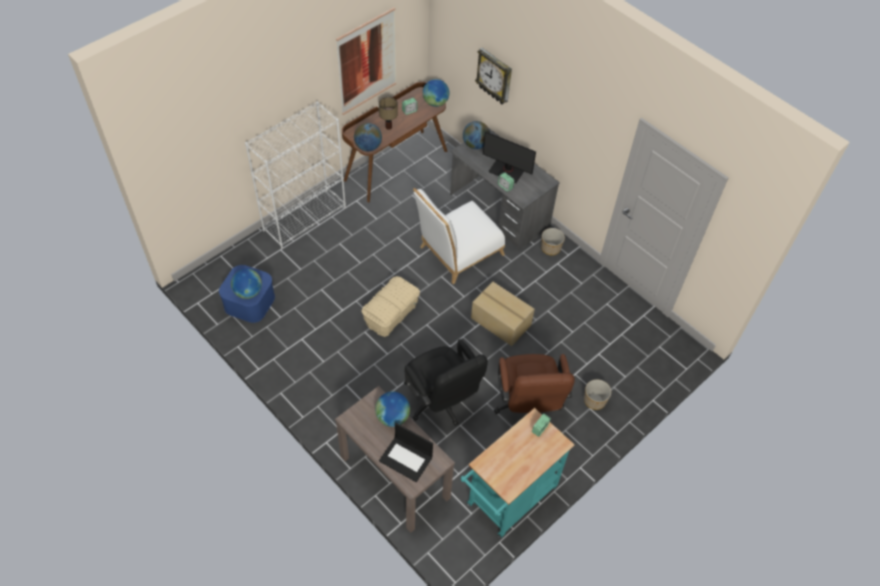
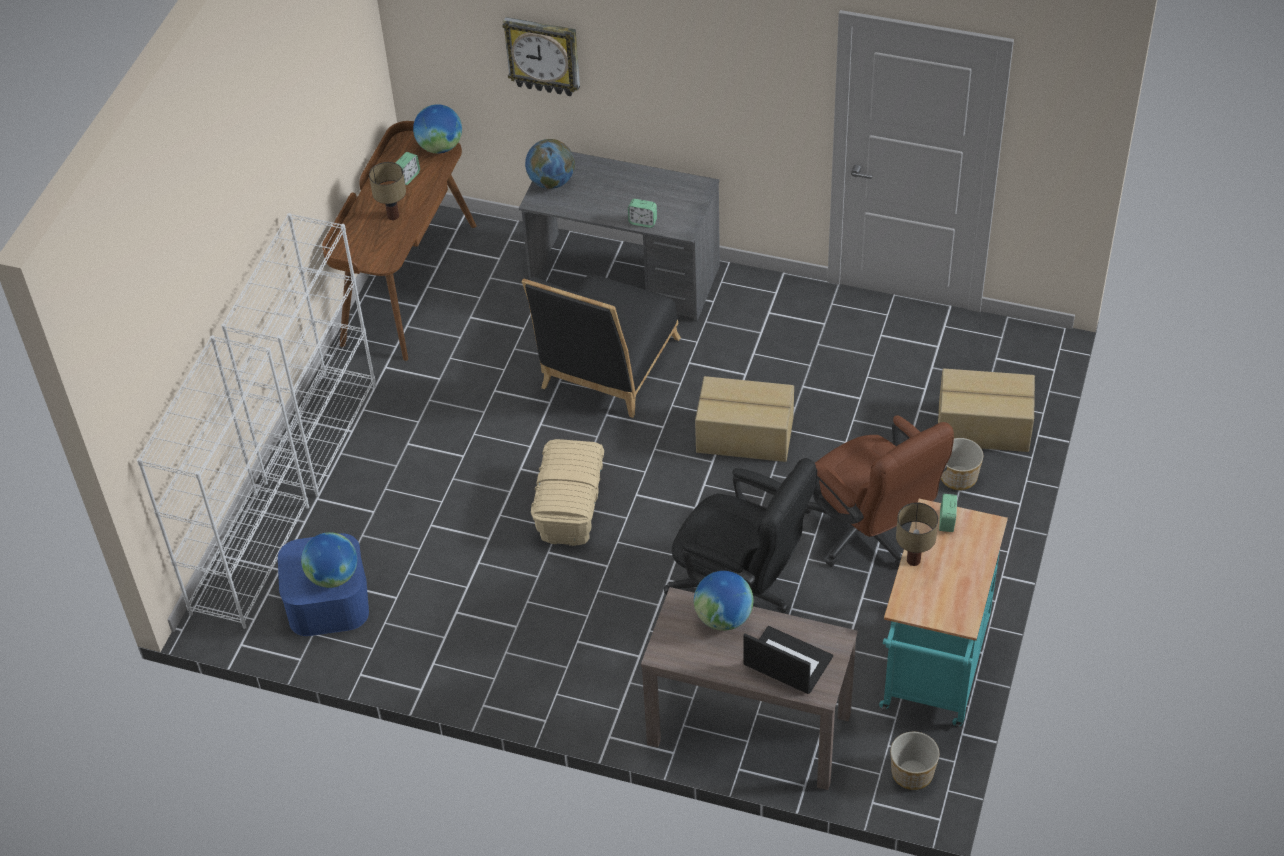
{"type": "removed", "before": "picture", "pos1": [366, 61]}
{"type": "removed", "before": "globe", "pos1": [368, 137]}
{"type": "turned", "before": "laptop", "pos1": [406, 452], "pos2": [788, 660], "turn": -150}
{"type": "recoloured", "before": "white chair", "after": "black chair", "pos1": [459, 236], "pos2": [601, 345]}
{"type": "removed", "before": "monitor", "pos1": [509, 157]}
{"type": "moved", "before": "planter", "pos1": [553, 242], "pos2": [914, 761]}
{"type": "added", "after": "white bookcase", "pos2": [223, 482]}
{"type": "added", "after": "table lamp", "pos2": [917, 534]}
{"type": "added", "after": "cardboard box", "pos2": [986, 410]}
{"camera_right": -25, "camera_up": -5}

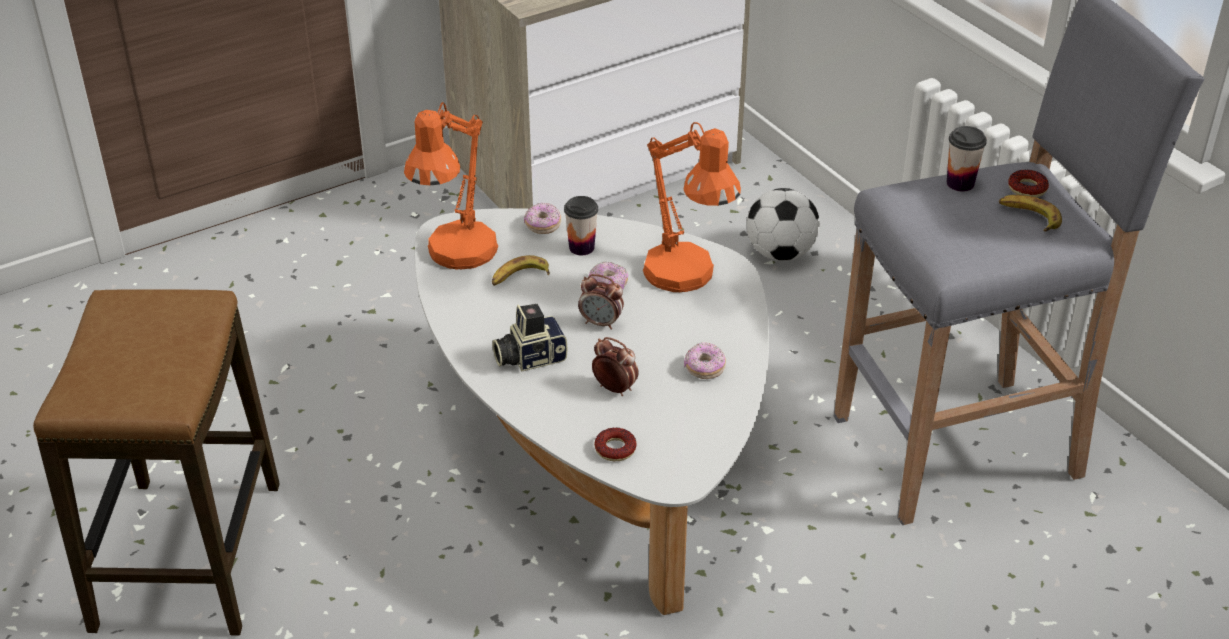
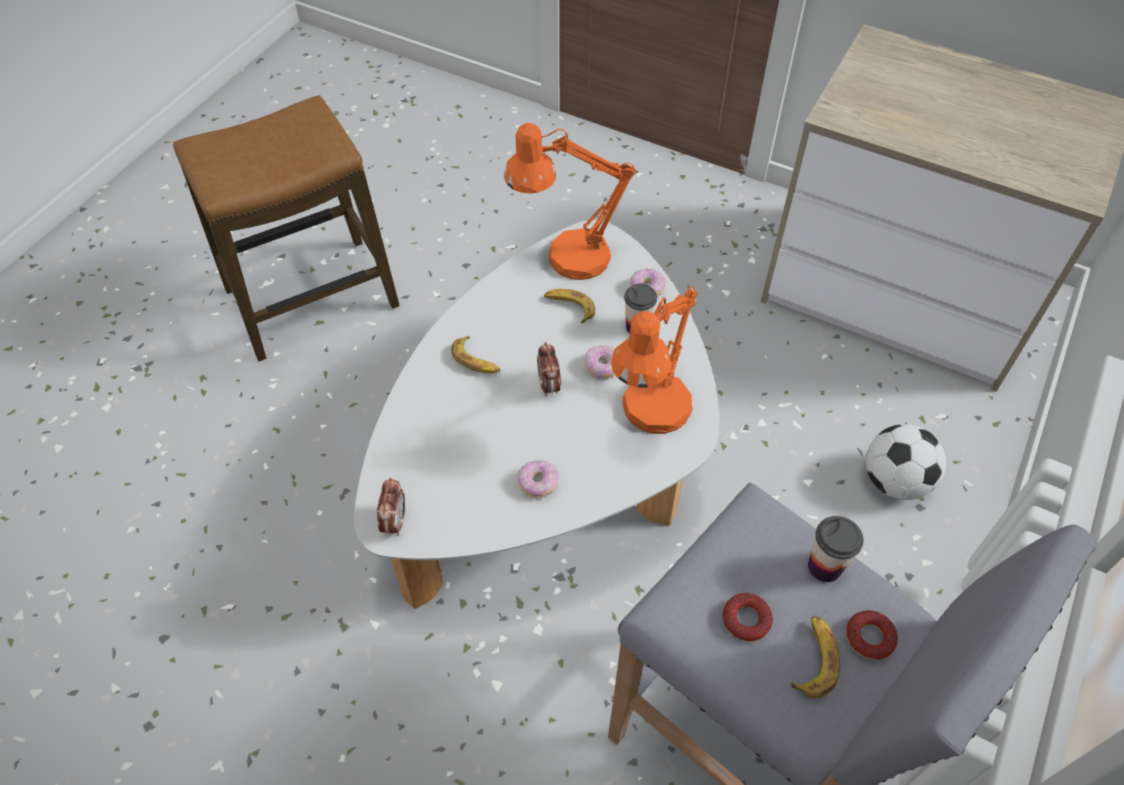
{"type": "replaced", "before": "photo camera", "after": "banana", "pos1": [530, 338], "pos2": [475, 354]}
{"type": "moved", "before": "alarm clock", "pos1": [615, 366], "pos2": [391, 507]}
{"type": "moved", "before": "donut", "pos1": [615, 444], "pos2": [747, 617]}
{"camera_right": 60, "camera_up": 15}

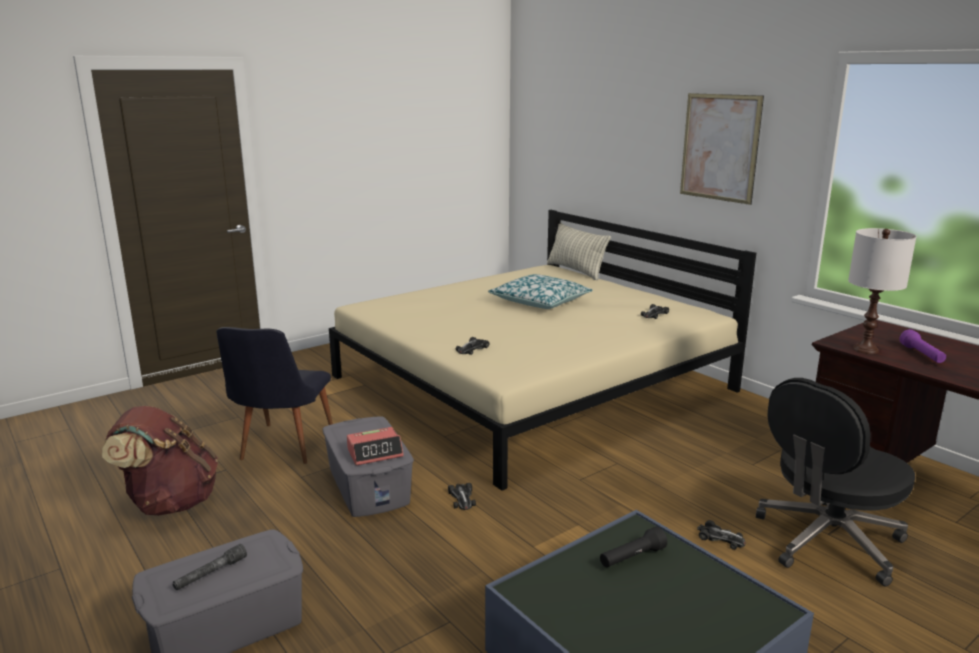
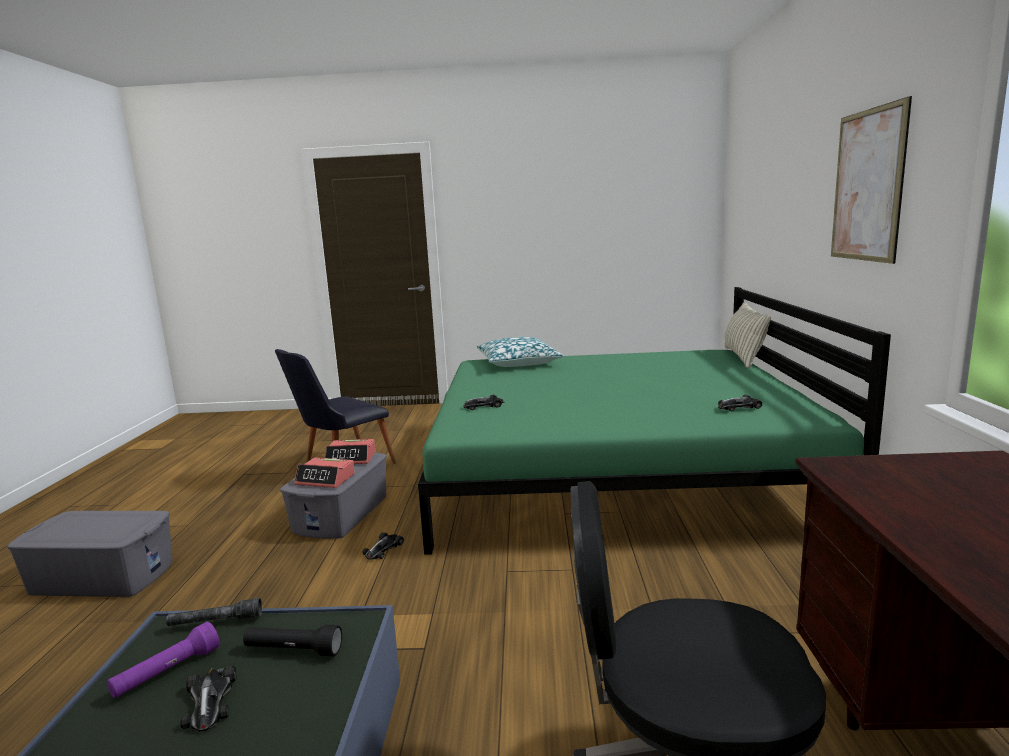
{"type": "removed", "before": "brown backpack", "pos1": [160, 461]}
{"type": "moved", "before": "grey flashlight", "pos1": [210, 567], "pos2": [214, 612]}
{"type": "recoloured", "before": "beige bed", "after": "green bed", "pos1": [542, 350], "pos2": [654, 421]}
{"type": "moved", "before": "pillow", "pos1": [540, 291], "pos2": [520, 352]}
{"type": "moved", "before": "toy car", "pos1": [721, 535], "pos2": [208, 698]}
{"type": "removed", "before": "white table lamp", "pos1": [882, 291]}
{"type": "moved", "before": "purple flashlight", "pos1": [923, 346], "pos2": [163, 660]}
{"type": "added", "after": "alarm clock", "pos2": [350, 451]}
{"camera_right": 40, "camera_up": -5}

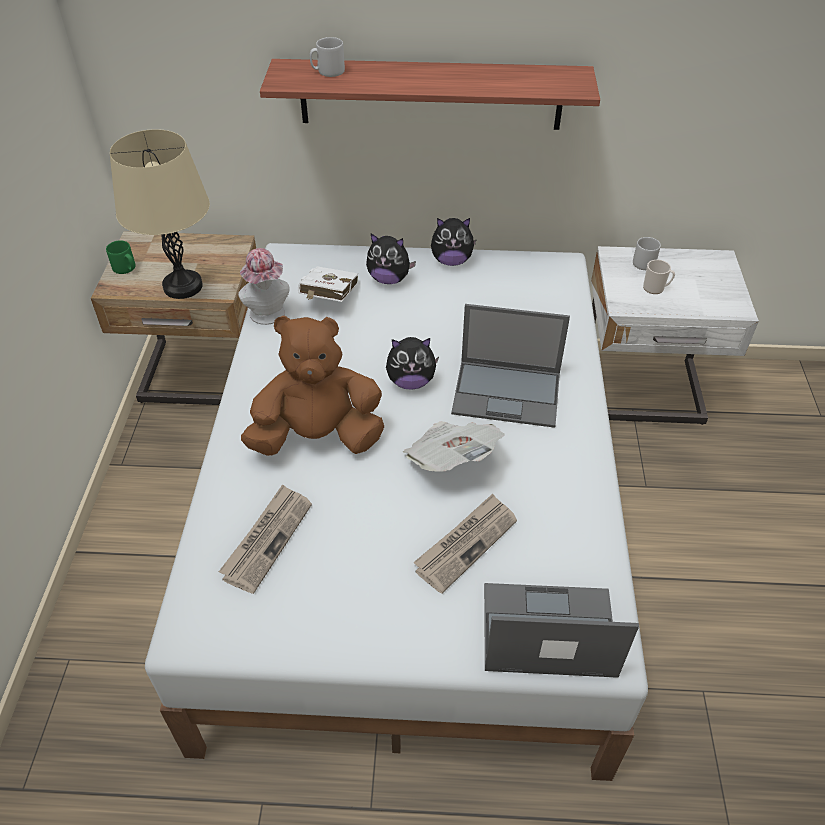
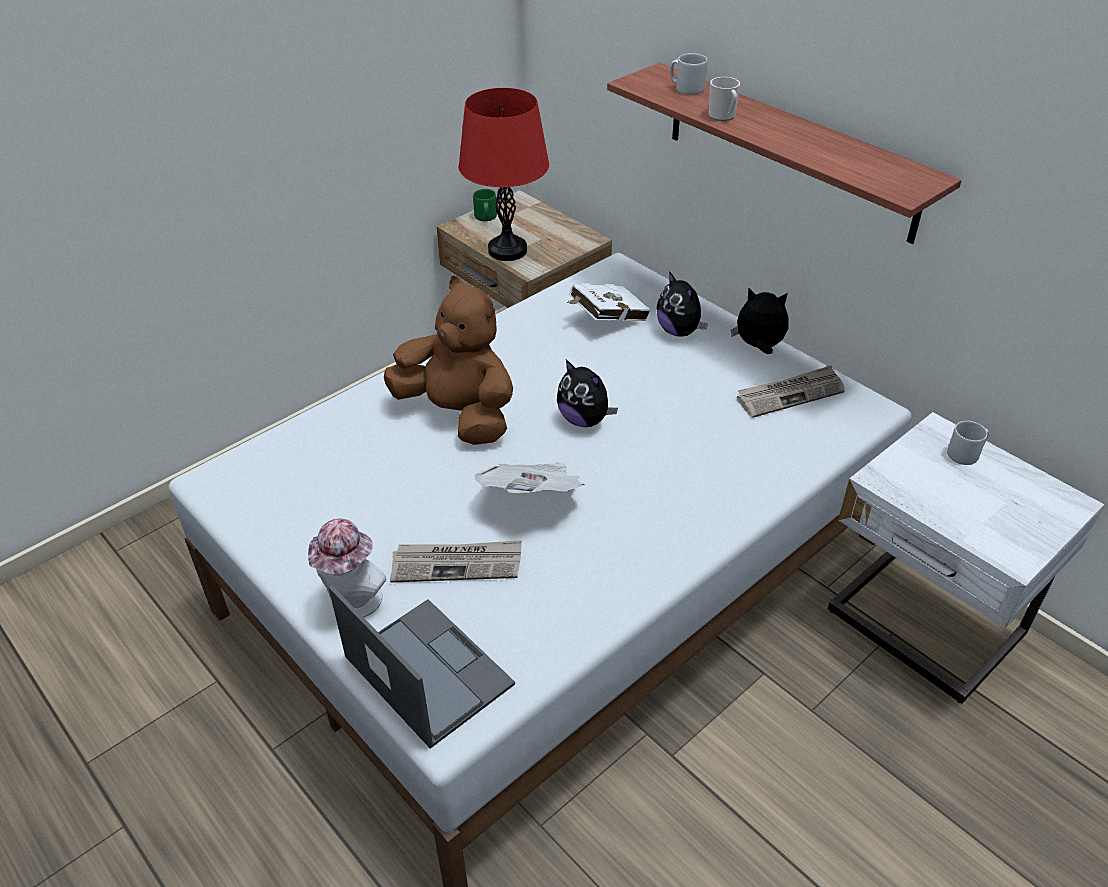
{"type": "recoloured", "before": "beige table lamp", "after": "red table lamp", "pos1": [160, 214], "pos2": [503, 174]}
{"type": "moved", "before": "newspaper", "pos1": [265, 539], "pos2": [791, 391]}
{"type": "moved", "before": "hat", "pos1": [264, 286], "pos2": [347, 568]}
{"type": "turned", "before": "plush toy", "pos1": [454, 242], "pos2": [759, 321], "turn": 150}
{"type": "removed", "before": "laptop", "pos1": [510, 366]}
{"type": "moved", "before": "mug", "pos1": [659, 277], "pos2": [724, 99]}
{"camera_right": 45, "camera_up": -5}

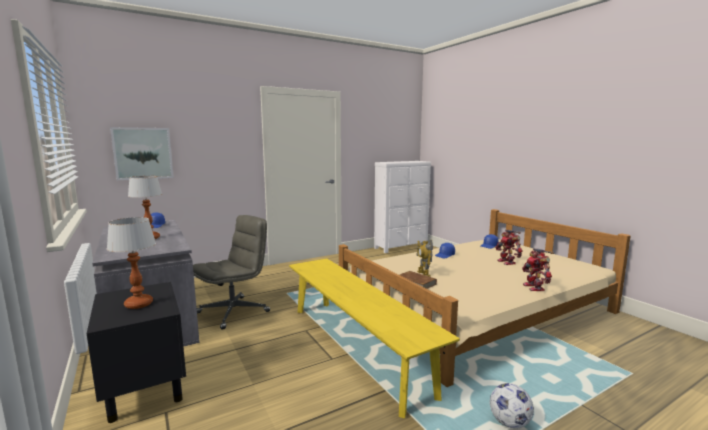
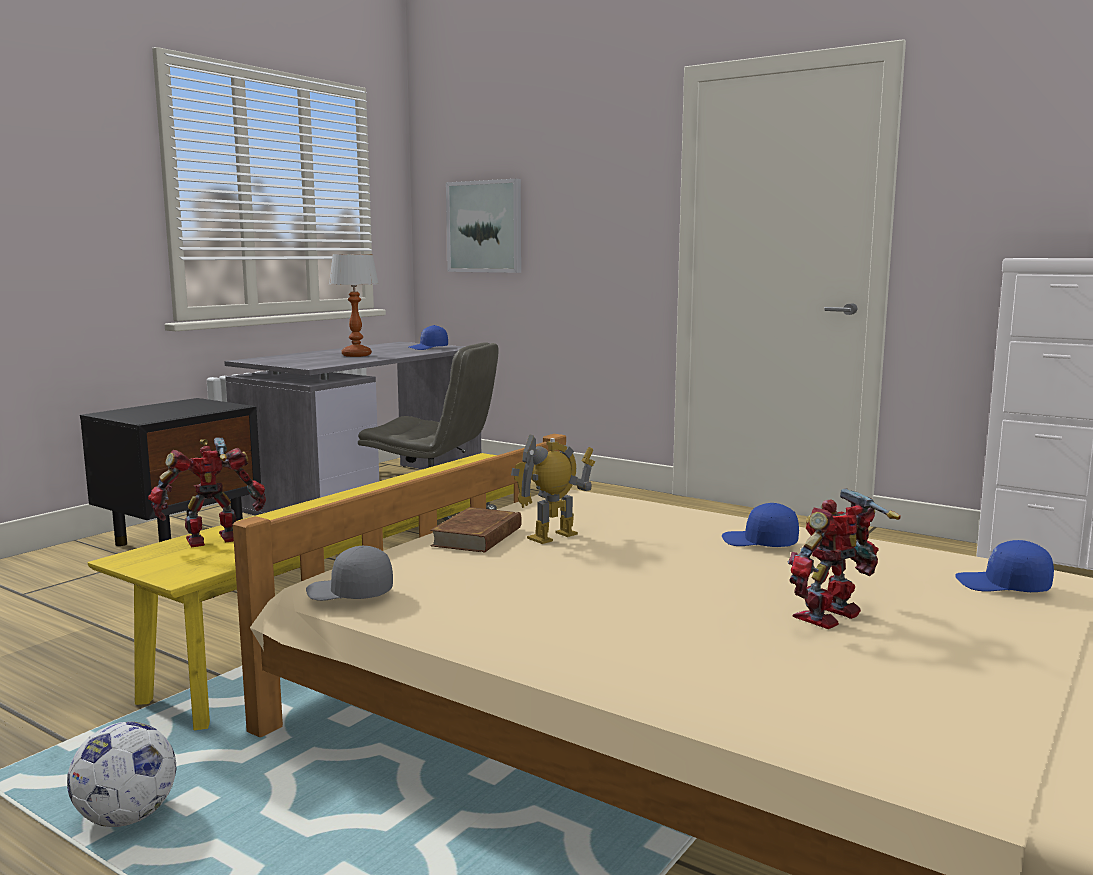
{"type": "removed", "before": "table lamp", "pos1": [131, 263]}
{"type": "moved", "before": "toy robot", "pos1": [538, 269], "pos2": [207, 493]}
{"type": "added", "after": "grey cap", "pos2": [349, 573]}
{"camera_right": 65, "camera_up": 0}

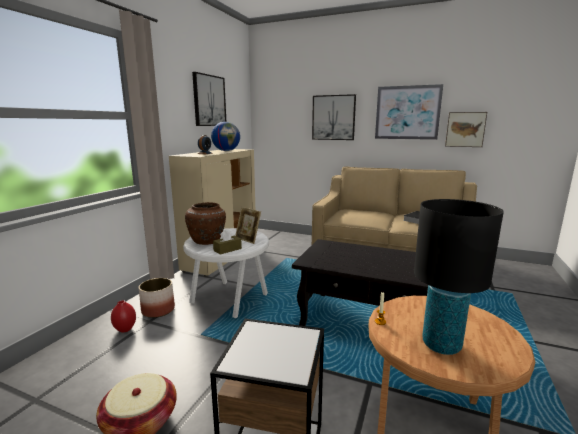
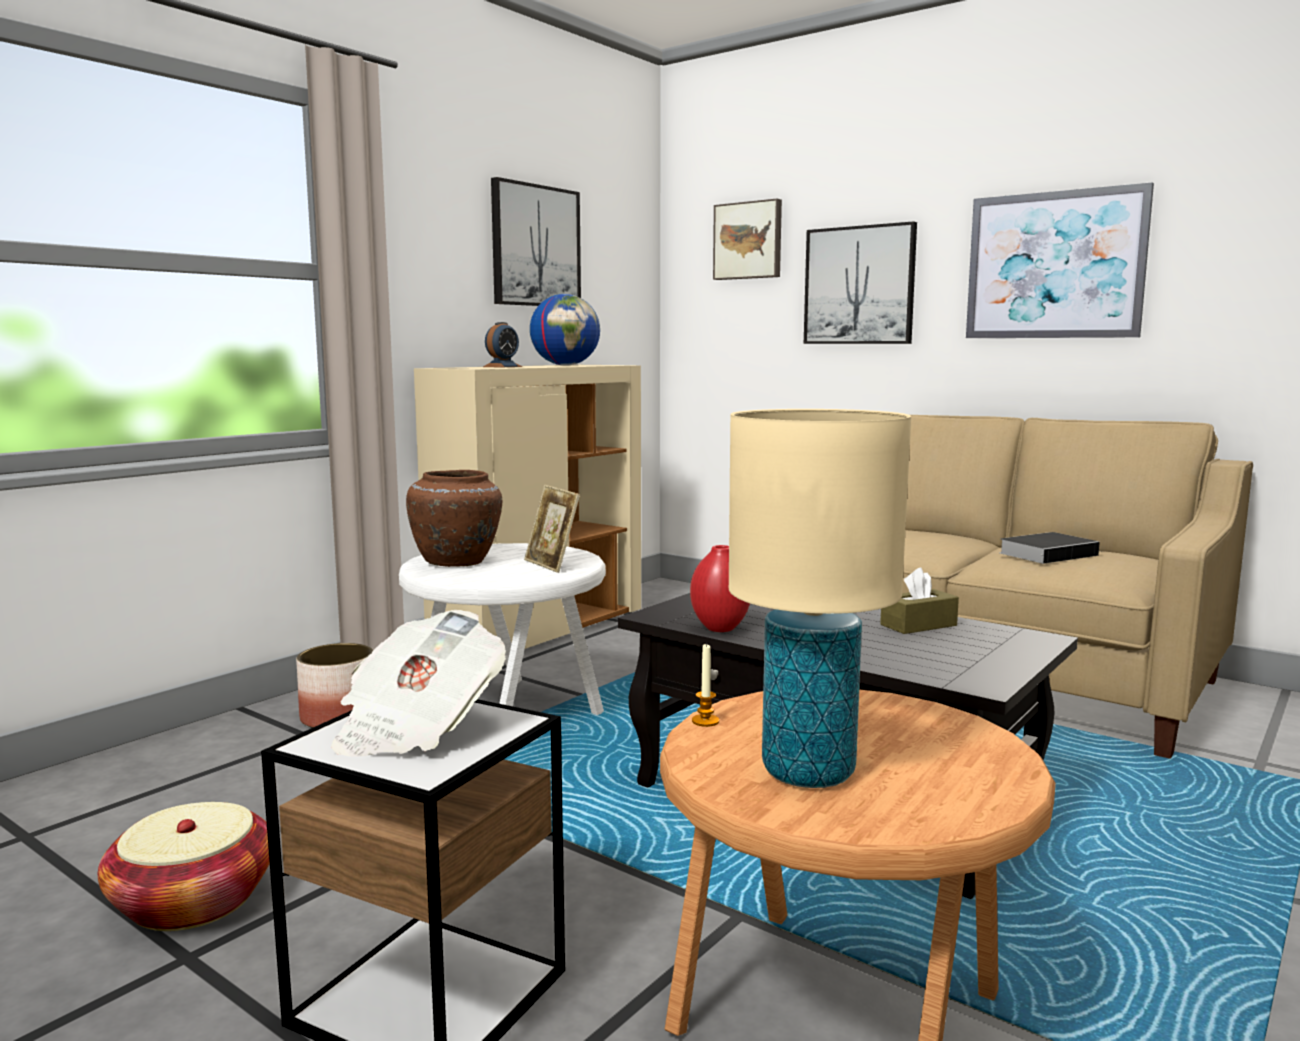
{"type": "moved", "before": "red vase", "pos1": [123, 316], "pos2": [720, 588]}
{"type": "moved", "before": "brown tissue box", "pos1": [227, 241], "pos2": [919, 601]}
{"type": "recoloured", "before": "black table lamp", "after": "beige table lamp", "pos1": [459, 277], "pos2": [820, 598]}
{"type": "moved", "before": "picture", "pos1": [466, 129], "pos2": [747, 239]}
{"type": "added", "after": "newspaper", "pos2": [418, 683]}
{"camera_right": 15, "camera_up": -5}

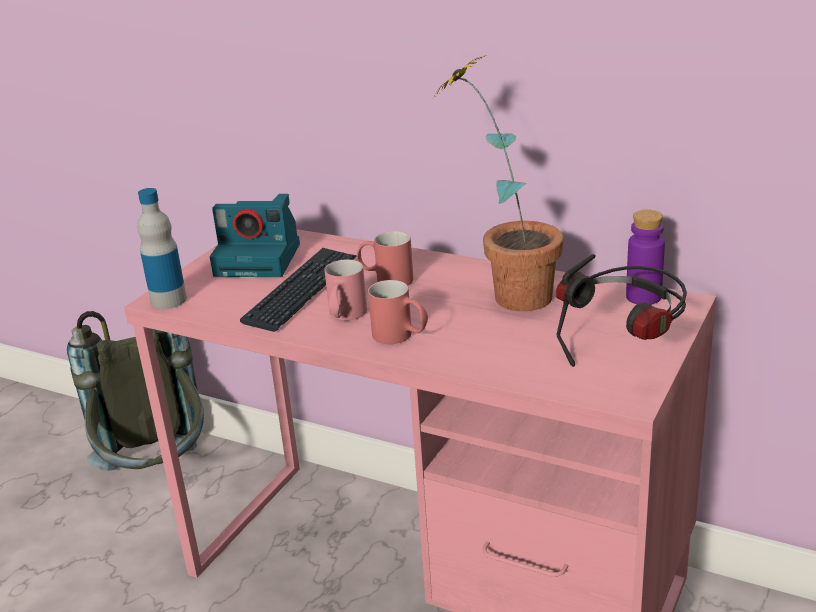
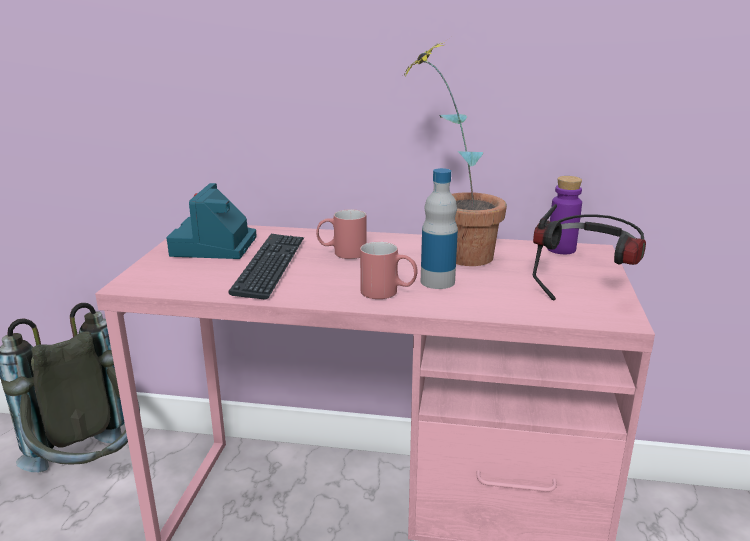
{"type": "moved", "before": "bottle", "pos1": [162, 248], "pos2": [439, 228]}
{"type": "turned", "before": "photo camera", "pos1": [255, 235], "pos2": [211, 221], "turn": 105}
{"type": "removed", "before": "pink mug", "pos1": [345, 290]}
{"camera_right": -20, "camera_up": -5}

